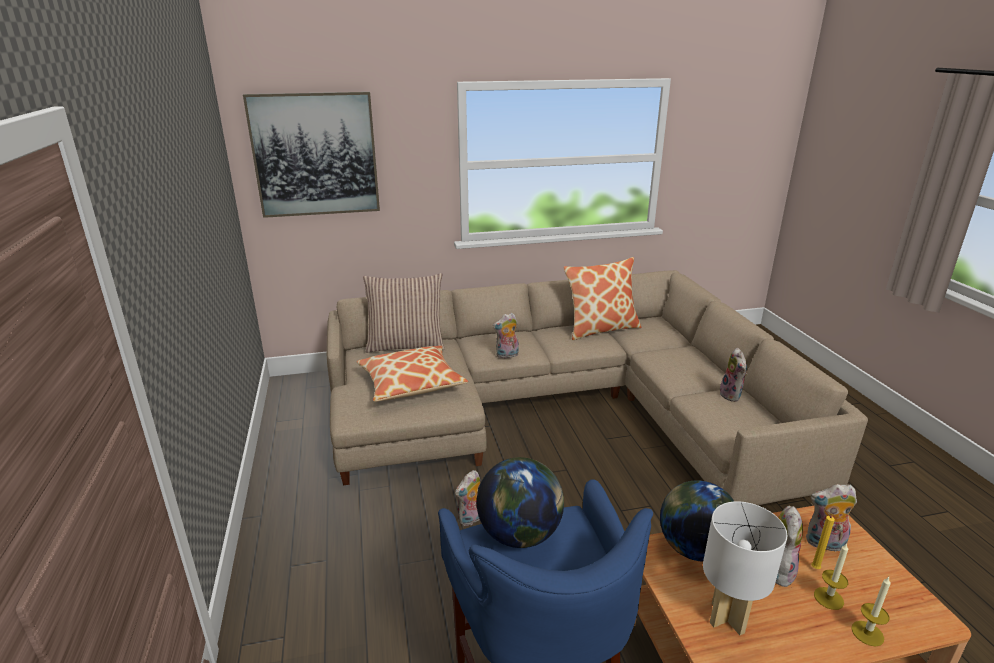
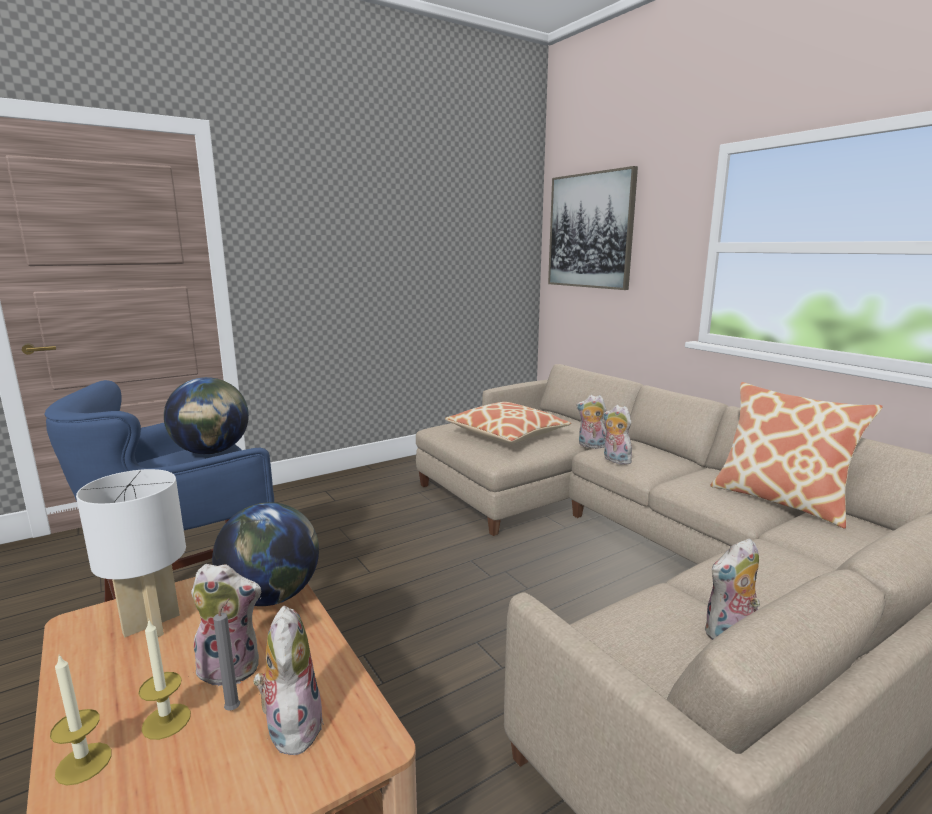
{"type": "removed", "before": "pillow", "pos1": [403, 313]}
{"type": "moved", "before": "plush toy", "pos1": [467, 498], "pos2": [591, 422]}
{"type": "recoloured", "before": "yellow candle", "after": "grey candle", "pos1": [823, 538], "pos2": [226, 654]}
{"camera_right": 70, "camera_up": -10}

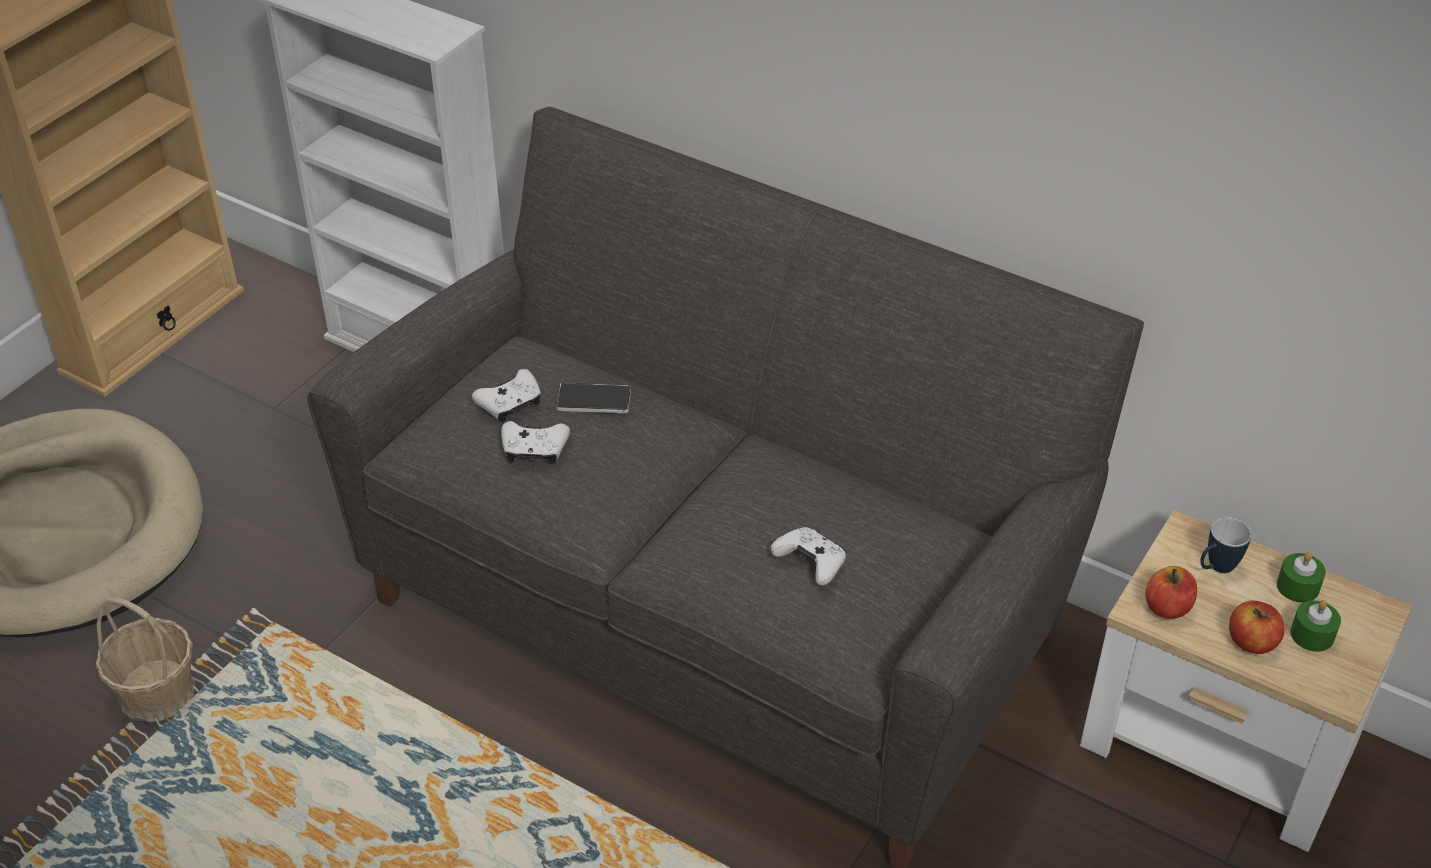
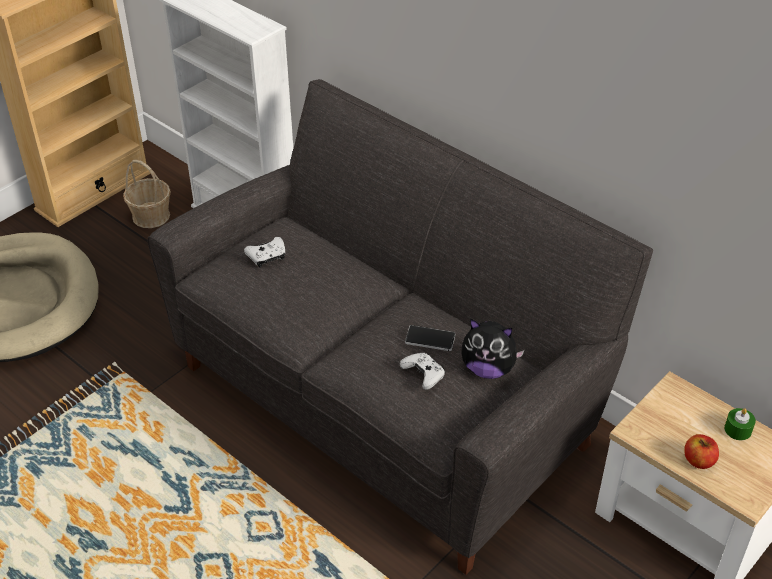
{"type": "moved", "before": "basket", "pos1": [145, 659], "pos2": [147, 194]}
{"type": "removed", "before": "white game controller", "pos1": [535, 442]}
{"type": "moved", "before": "phone", "pos1": [593, 398], "pos2": [430, 338]}
{"type": "removed", "before": "apple", "pos1": [1171, 592]}
{"type": "removed", "before": "mug", "pos1": [1226, 545]}
{"type": "removed", "before": "green candle", "pos1": [1315, 626]}
{"type": "added", "after": "plush toy", "pos2": [493, 349]}
{"camera_right": 10, "camera_up": 0}

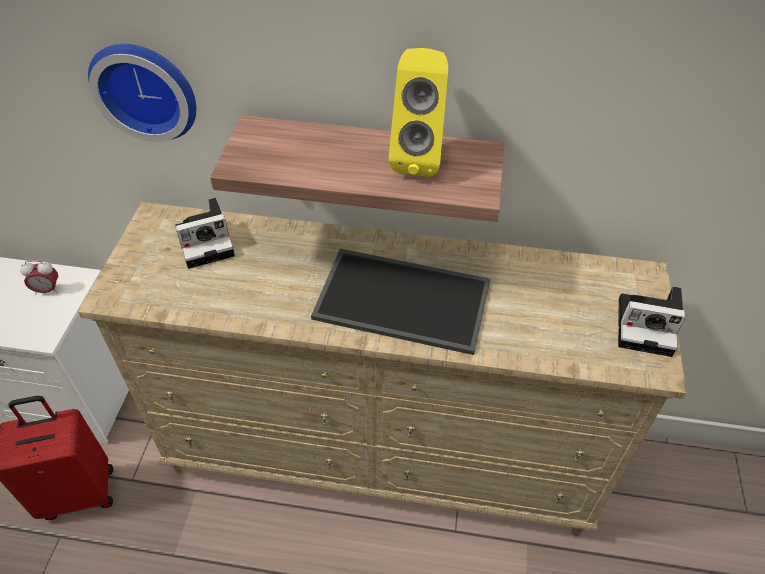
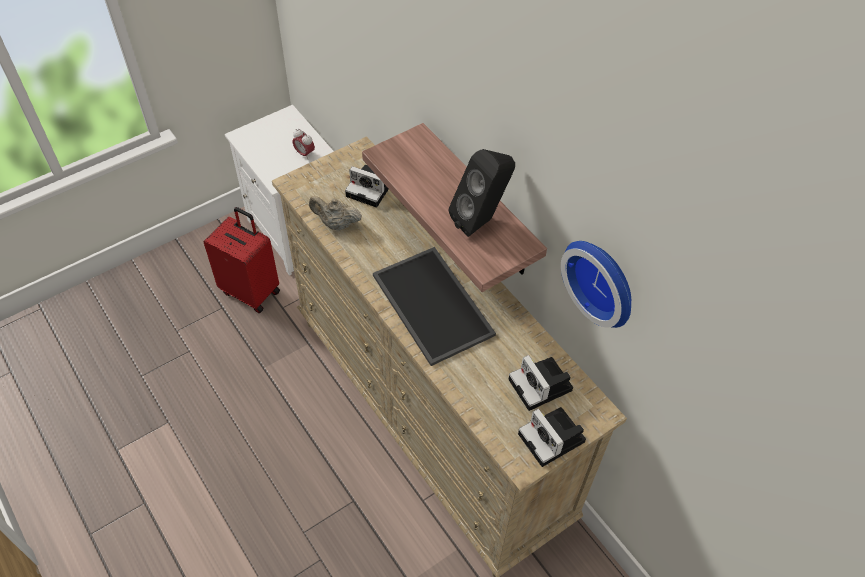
{"type": "moved", "before": "wall clock", "pos1": [142, 93], "pos2": [596, 284]}
{"type": "recoloured", "before": "yellow speaker", "after": "black speaker", "pos1": [418, 112], "pos2": [482, 193]}
{"type": "added", "after": "beige teapot", "pos2": [335, 213]}
{"type": "added", "after": "photo camera", "pos2": [540, 383]}
{"camera_right": 45, "camera_up": 5}

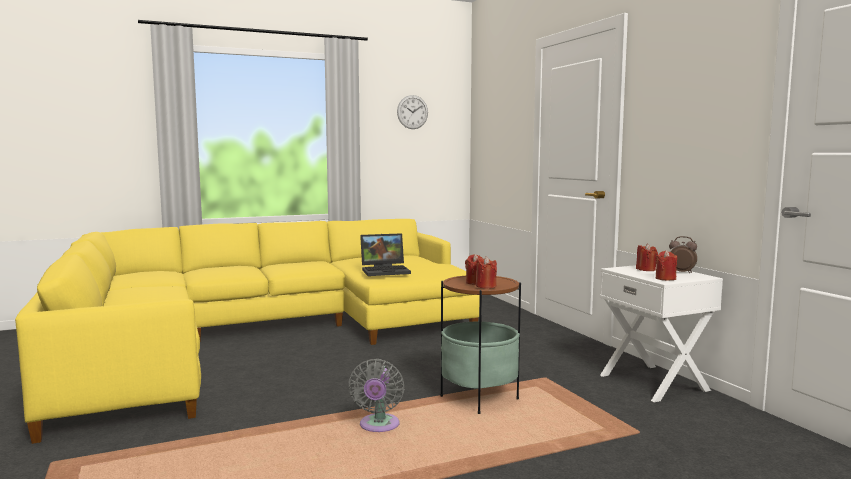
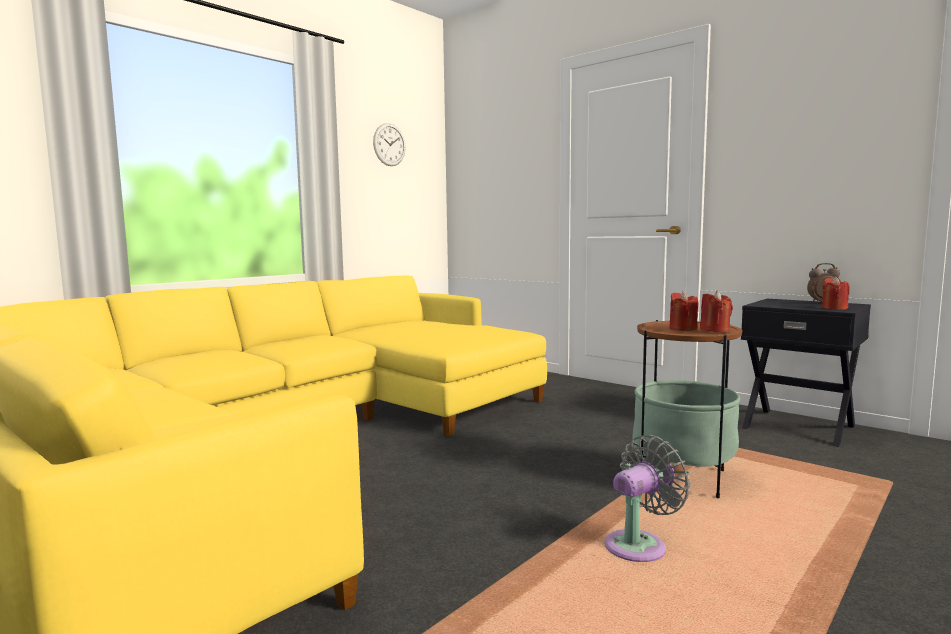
{"type": "turned", "before": "grey fan", "pos1": [376, 395], "pos2": [648, 498], "turn": -105}
{"type": "removed", "before": "laptop", "pos1": [385, 254]}
{"type": "recoloured", "before": "white nightstand", "after": "black nightstand", "pos1": [661, 333], "pos2": [806, 373]}
{"type": "removed", "before": "red candle", "pos1": [647, 257]}
{"camera_right": -25, "camera_up": 0}

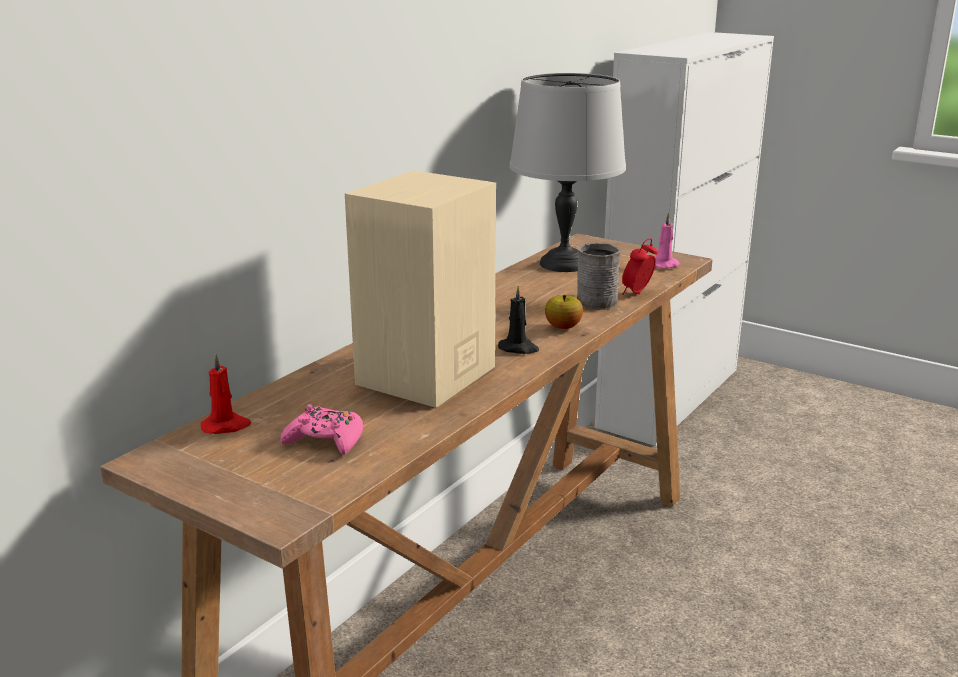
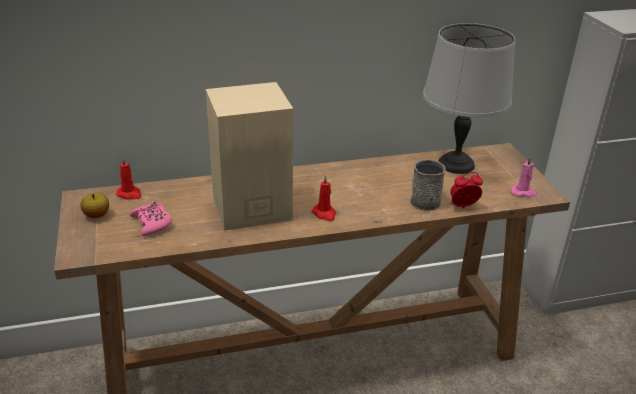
{"type": "recoloured", "before": "black candle", "after": "red candle", "pos1": [518, 319], "pos2": [324, 198]}
{"type": "moved", "before": "apple", "pos1": [564, 312], "pos2": [94, 205]}
{"camera_right": 40, "camera_up": 10}

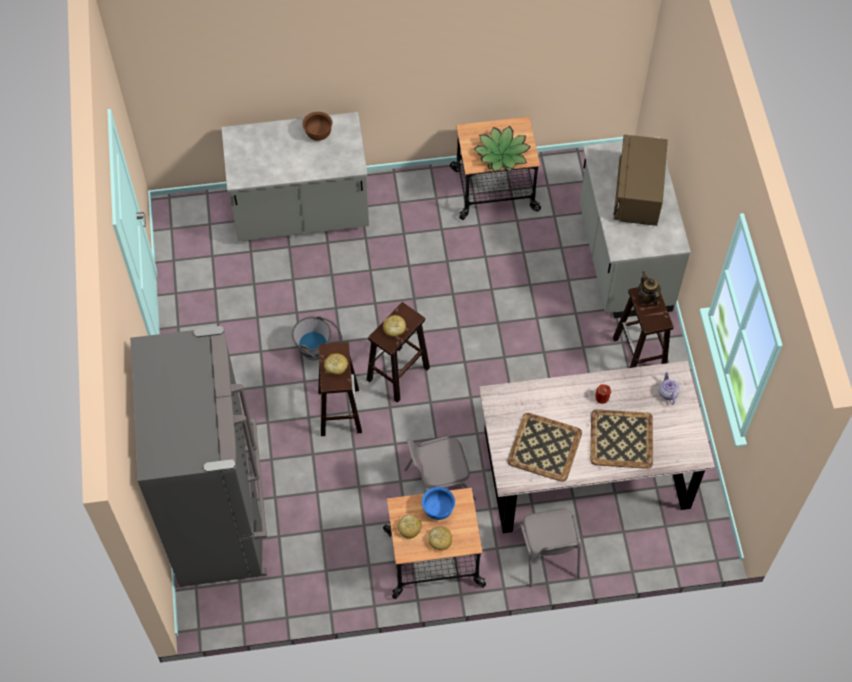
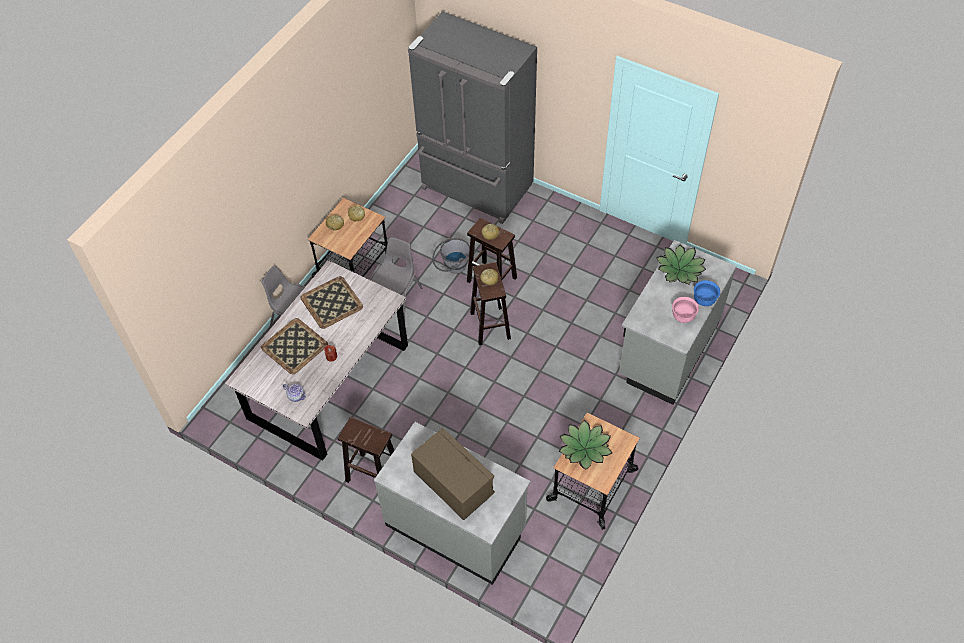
{"type": "moved", "before": "grey bucket", "pos1": [317, 338], "pos2": [451, 256]}
{"type": "recoloured", "before": "brown bowl", "after": "pink bowl", "pos1": [317, 126], "pos2": [685, 310]}
{"type": "moved", "before": "blue bowl", "pos1": [438, 503], "pos2": [707, 293]}
{"type": "removed", "before": "teapot", "pos1": [649, 288]}
{"type": "added", "after": "potted plant", "pos2": [681, 265]}
{"camera_right": 130, "camera_up": -5}

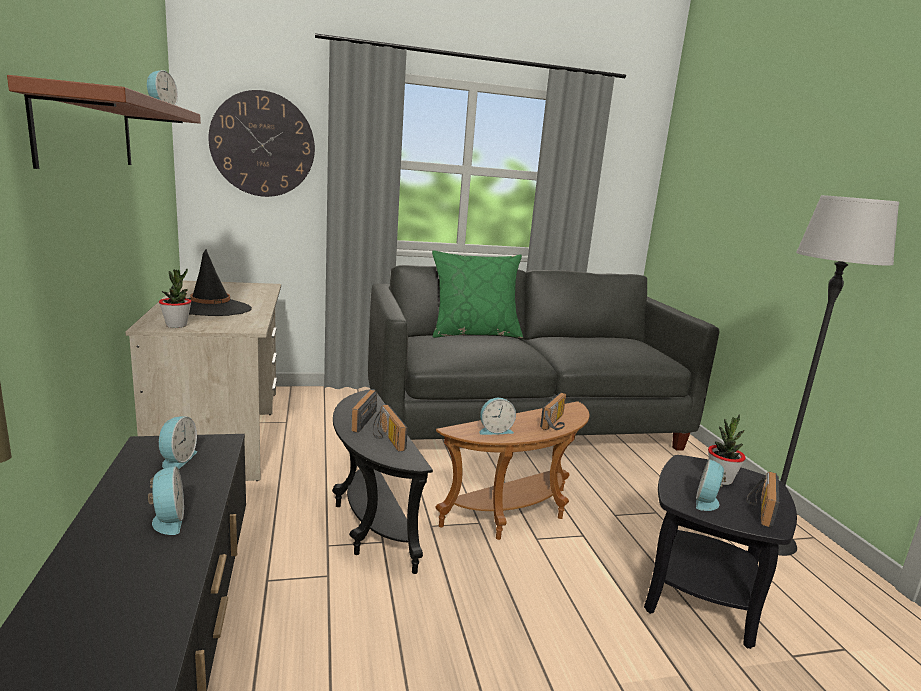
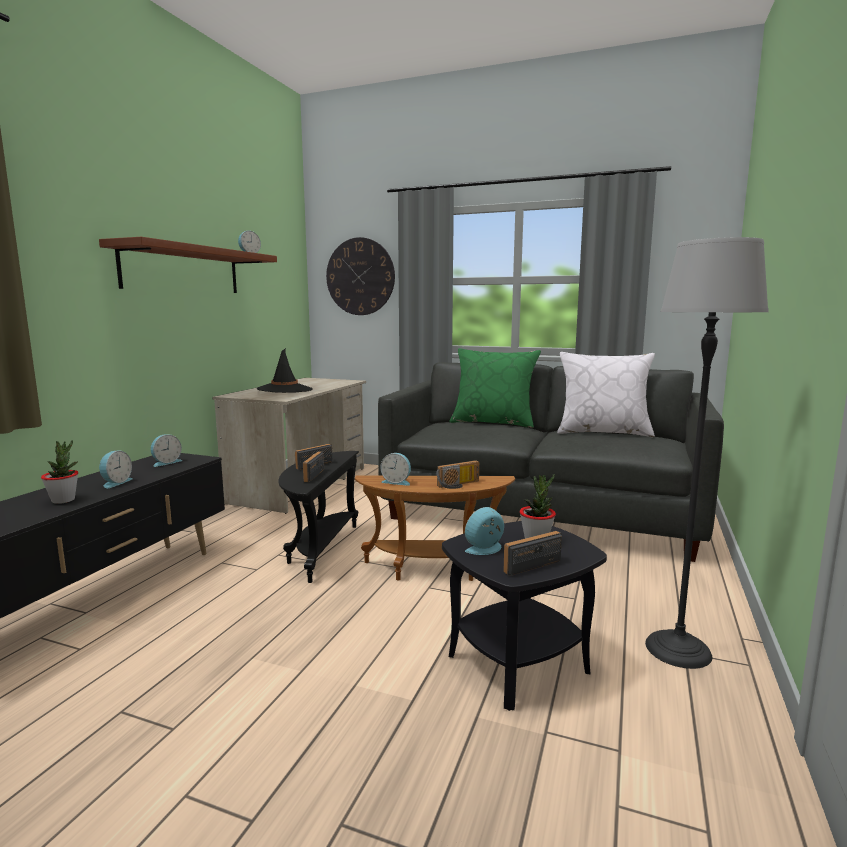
{"type": "moved", "before": "potted plant", "pos1": [175, 298], "pos2": [59, 472]}
{"type": "added", "after": "white pillow", "pos2": [606, 394]}
{"camera_right": 35, "camera_up": -5}

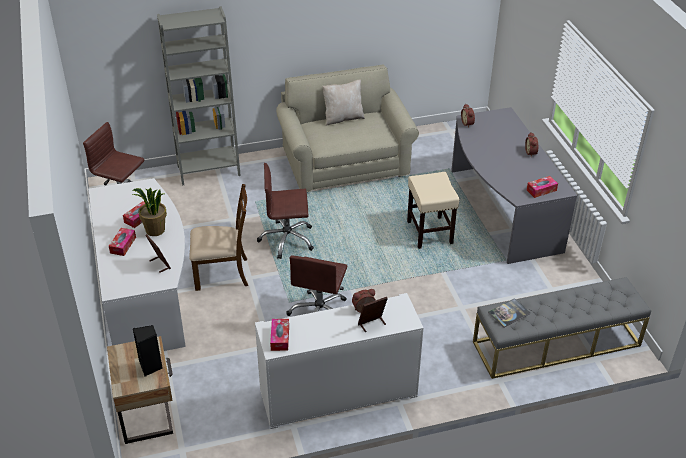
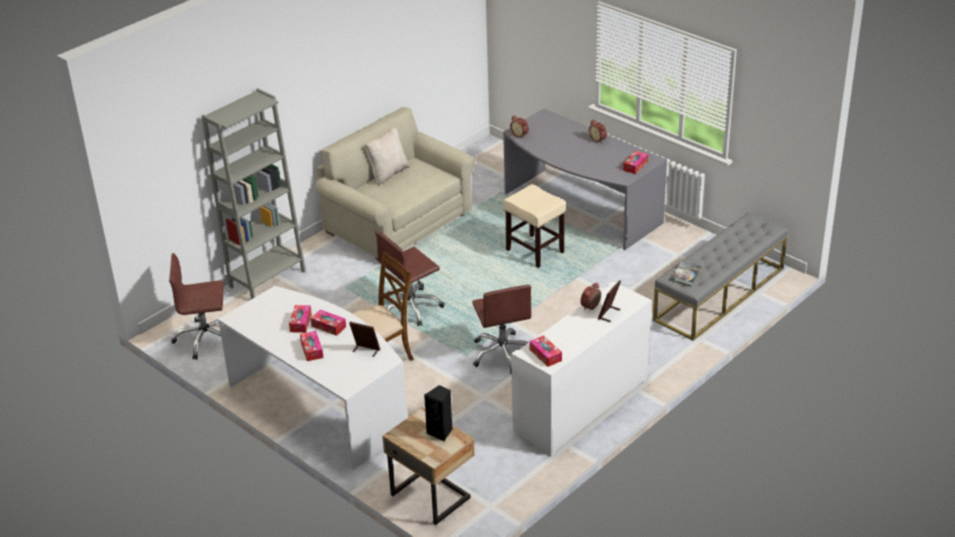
{"type": "replaced", "before": "potted plant", "after": "tissue box", "pos1": [149, 212], "pos2": [328, 323]}
{"camera_right": -30, "camera_up": -5}

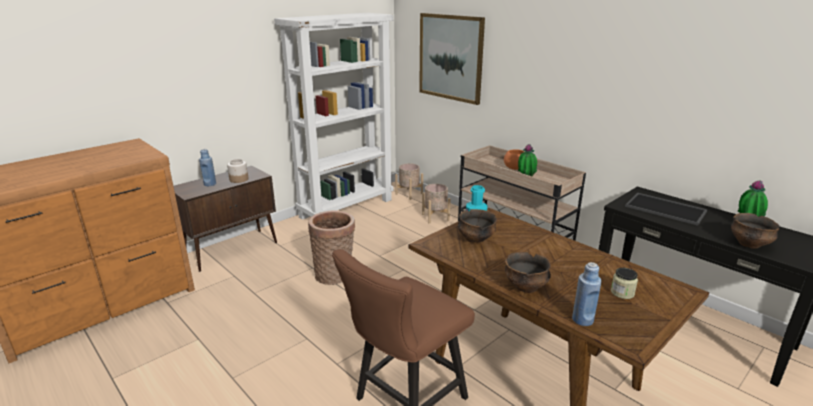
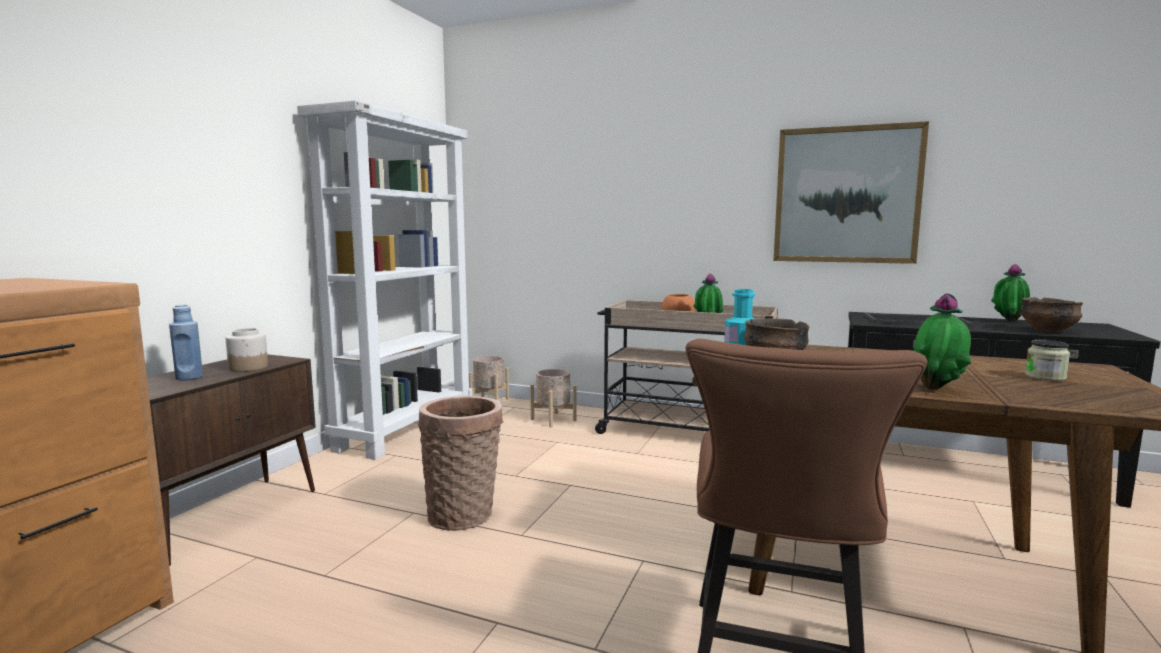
{"type": "moved", "before": "picture", "pos1": [452, 59], "pos2": [851, 192]}
{"type": "replaced", "before": "bowl", "after": "potted plant", "pos1": [528, 272], "pos2": [942, 341]}
{"type": "removed", "before": "blue bottle", "pos1": [587, 294]}
{"camera_right": -25, "camera_up": -15}

